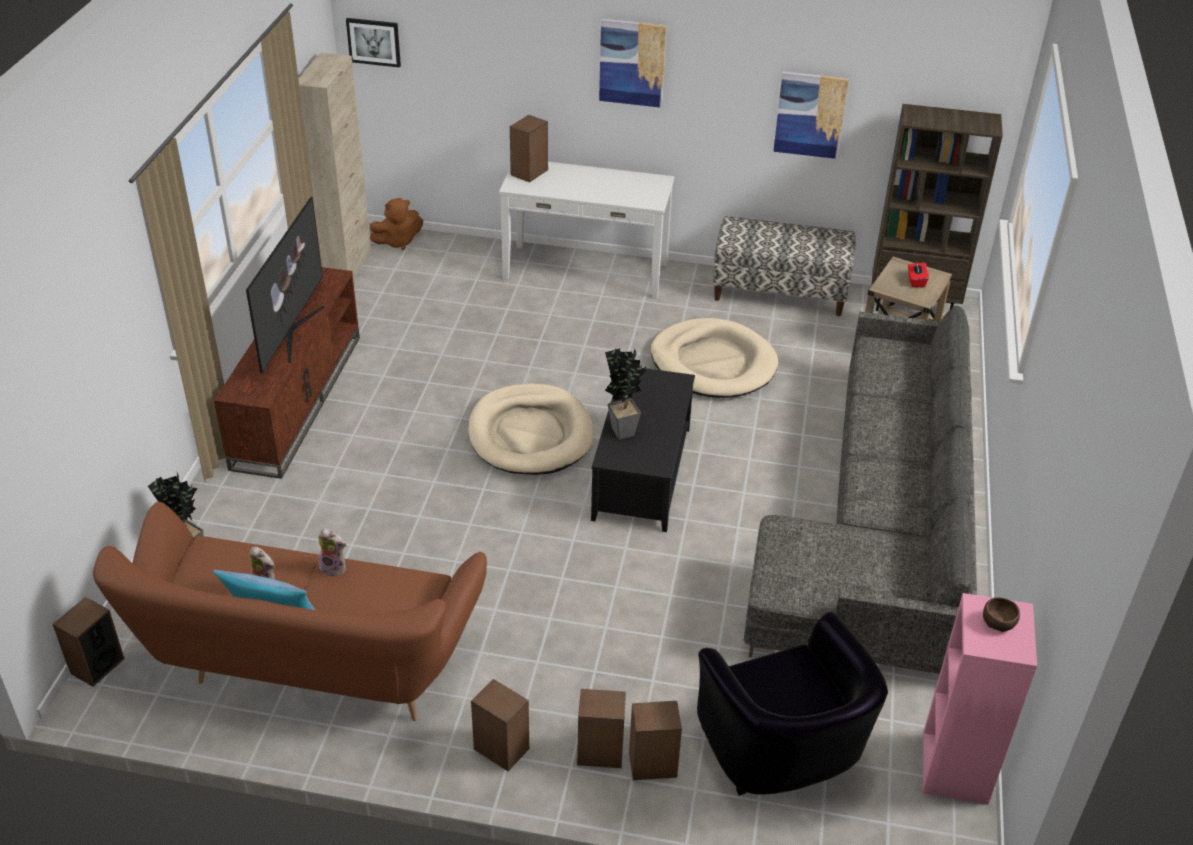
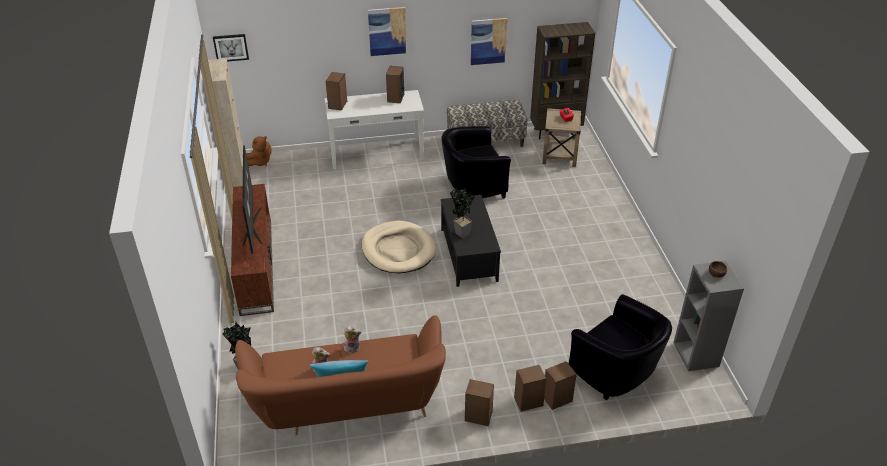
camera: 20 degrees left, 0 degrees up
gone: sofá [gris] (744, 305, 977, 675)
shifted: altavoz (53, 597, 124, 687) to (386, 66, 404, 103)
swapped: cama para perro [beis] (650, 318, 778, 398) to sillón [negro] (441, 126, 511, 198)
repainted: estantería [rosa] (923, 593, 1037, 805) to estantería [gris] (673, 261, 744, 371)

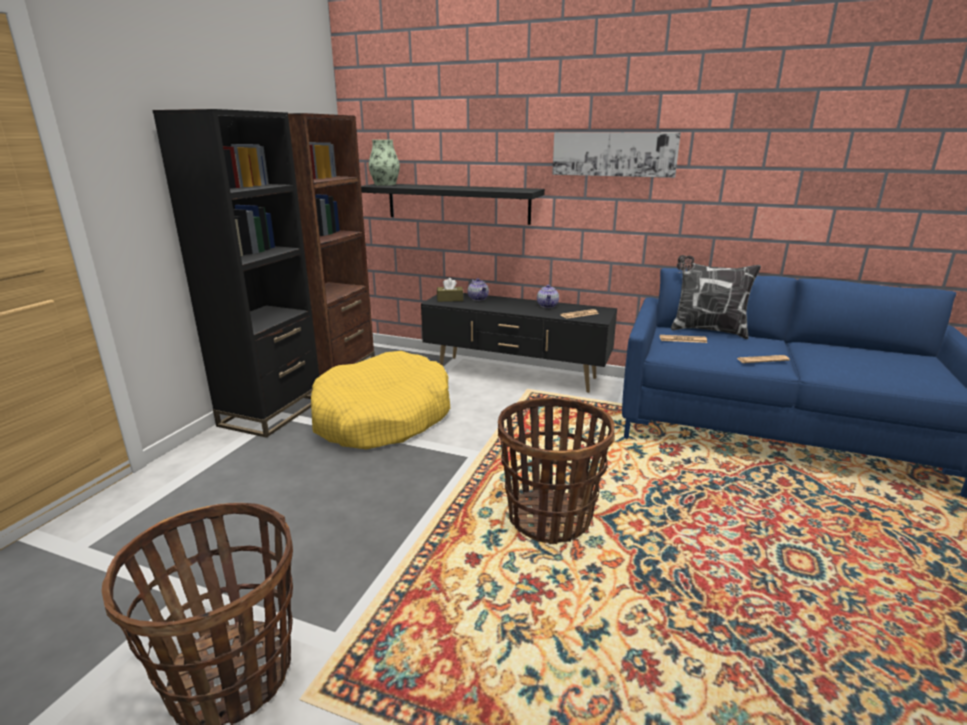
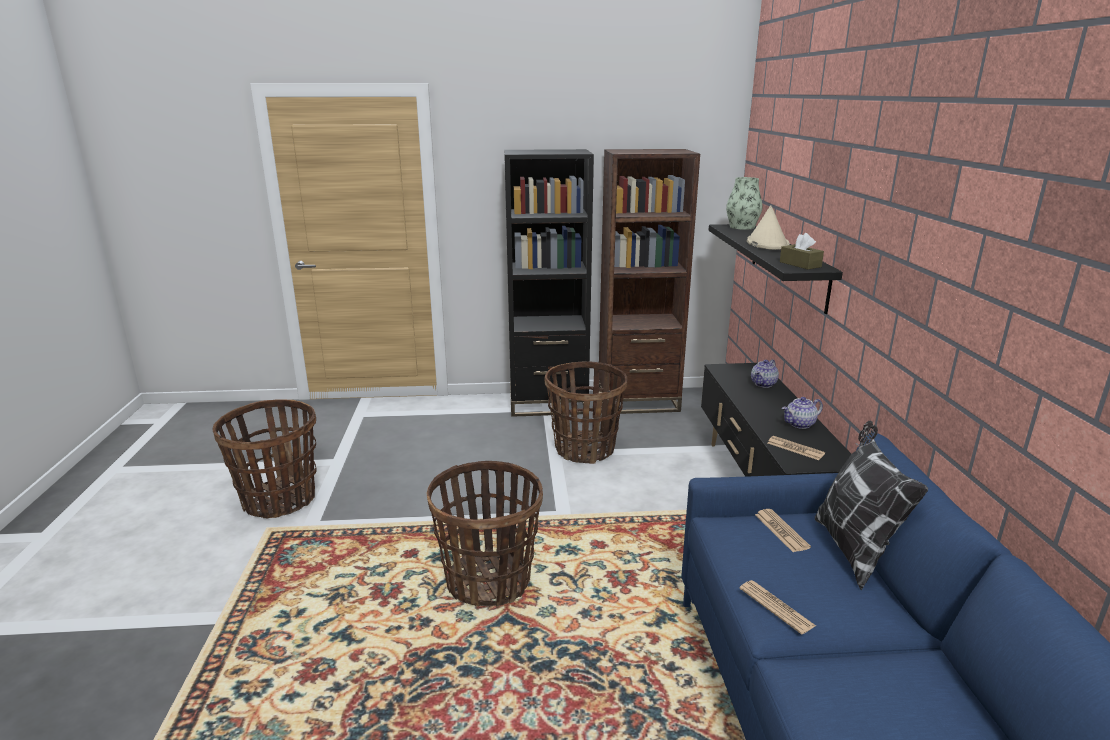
camera: 65 degrees right, 0 degrees up
gone: cuadro (552, 132, 681, 178)
new: sombrero [beis] (747, 205, 790, 250)
shifted: caja de pañuelos [marrón] (437, 278, 463, 302) to (780, 233, 824, 270)
swapped: cama para perro [amarillo] (311, 351, 450, 449) to cesta (544, 362, 627, 464)

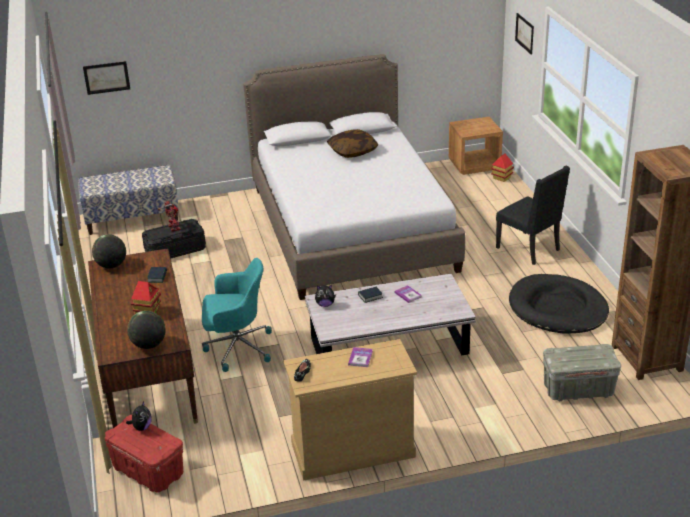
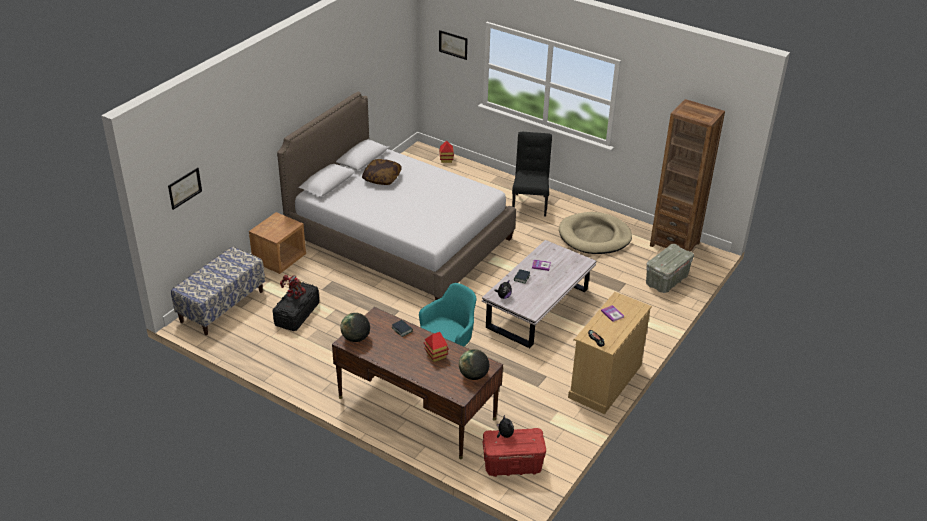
camera: 45 degrees left, 5 degrees up
shifted: mesita de noche [marrón] (448, 117, 503, 175) to (249, 212, 306, 274)
repainted: cama para perro [negro] (509, 274, 609, 334) to cama para perro [beis] (559, 212, 632, 254)
rotated: silla [negro] (496, 166, 570, 265) = (512, 132, 552, 216) 90 degrees counterclockwise

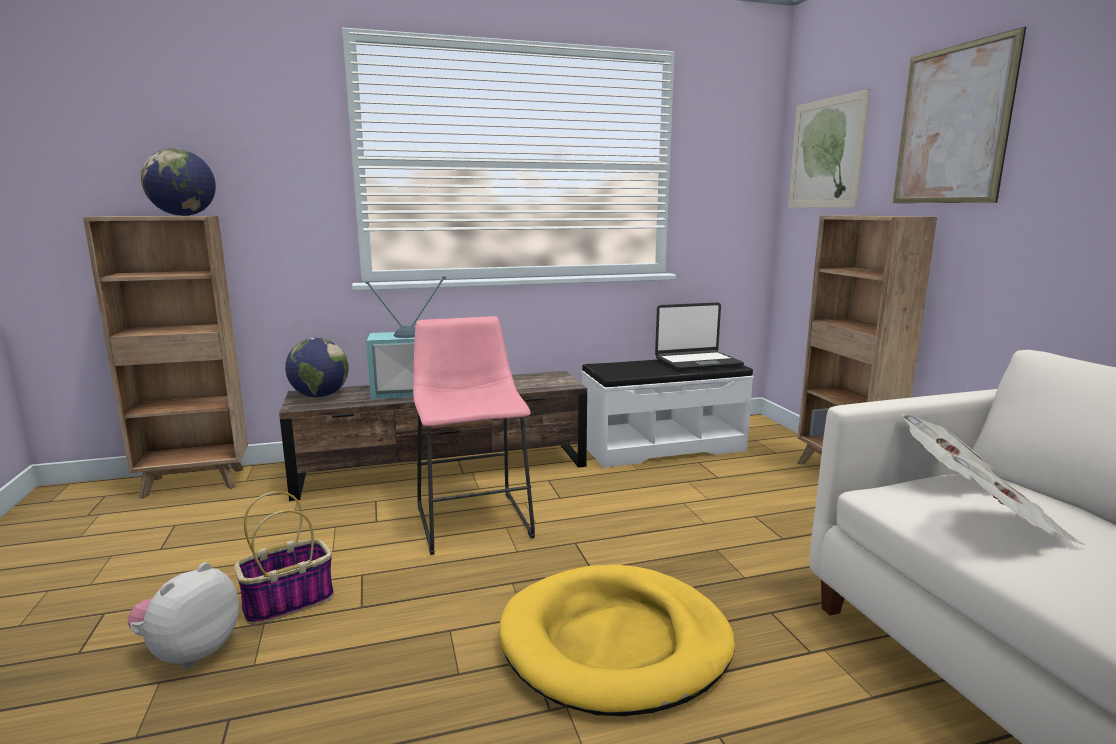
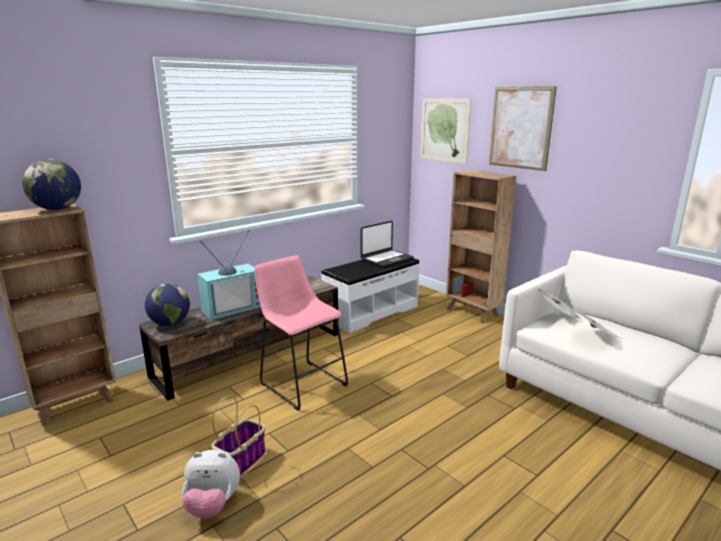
camera: 25 degrees left, 5 degrees up
gone: cama para perro [amarillo] (498, 565, 735, 716)
rotated: peluche (127, 562, 239, 668) = (182, 450, 240, 519) 90 degrees counterclockwise

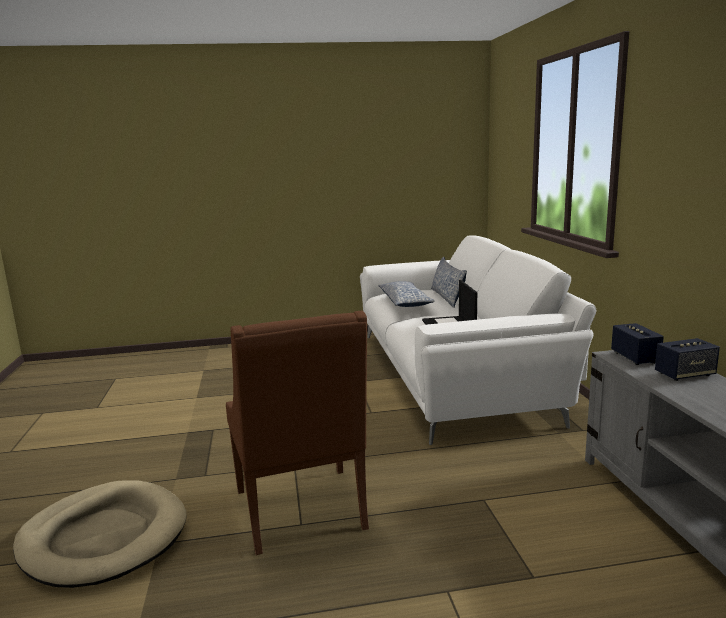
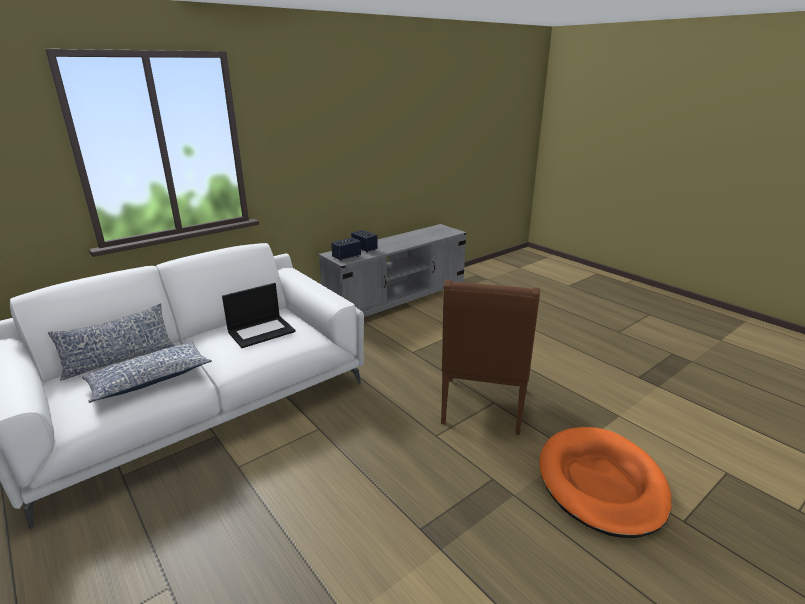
camera: 120 degrees left, 10 degrees up
repainted: cama para perro [beis] (13, 480, 186, 588) to cama para perro [naranja] (539, 427, 671, 538)
rotated: sillón [marrón] (226, 311, 369, 555) = (441, 280, 540, 435) 150 degrees clockwise

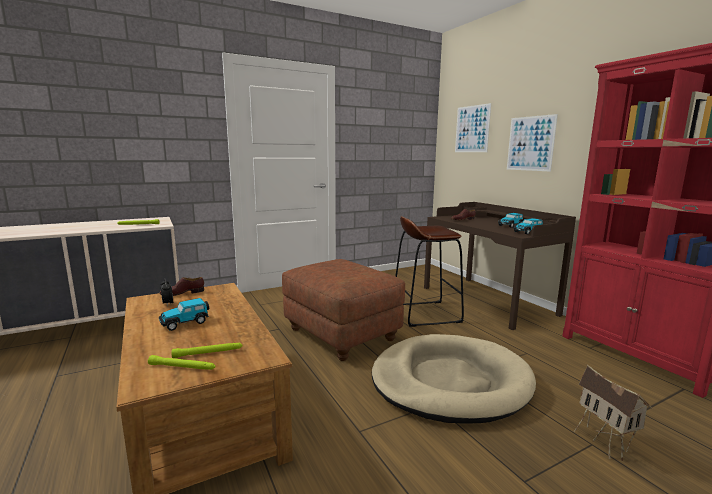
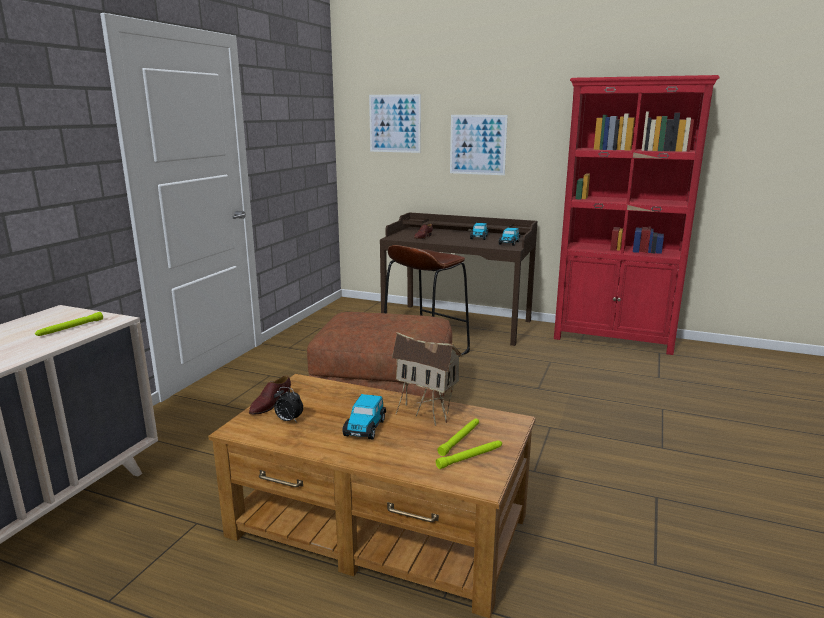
camera: 40 degrees left, 5 degrees up
gone: cama para perro [beis] (372, 334, 536, 424)
shifted: casita (574, 365, 652, 461) to (392, 332, 463, 426)

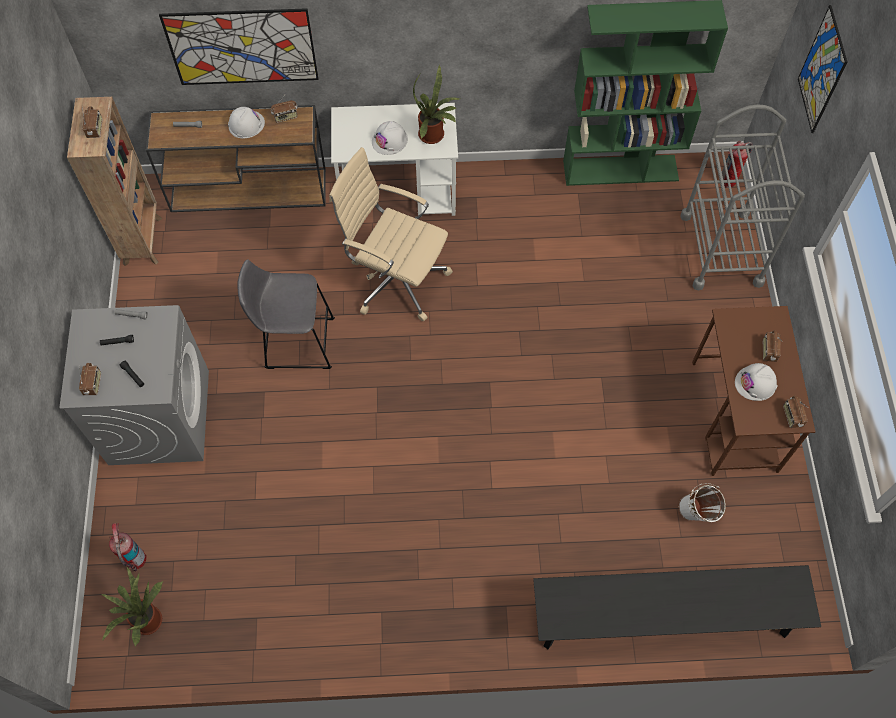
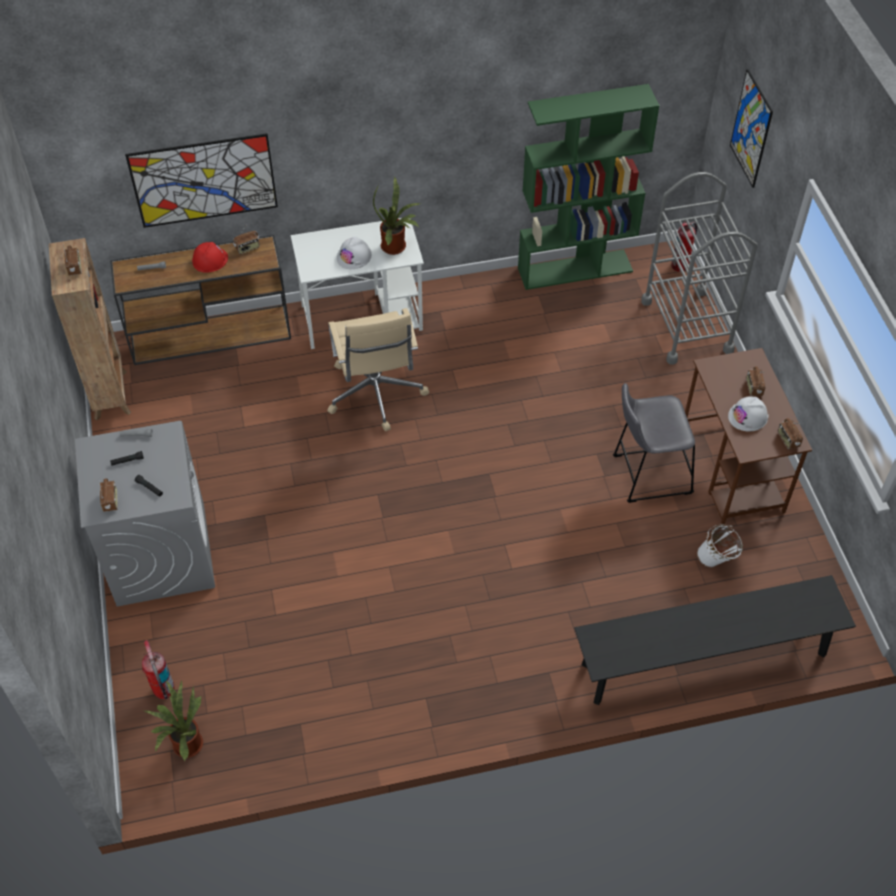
camera: 10 degrees left, 10 degrees down
shifted: taburete [gris] (238, 260, 335, 369) to (613, 383, 695, 503)
repainted: casco [blanco] (228, 107, 265, 138) to casco [rojo] (192, 242, 228, 273)
rotated: silla de oficina [beis] (329, 147, 453, 322) = (327, 308, 429, 431) 120 degrees counterclockwise

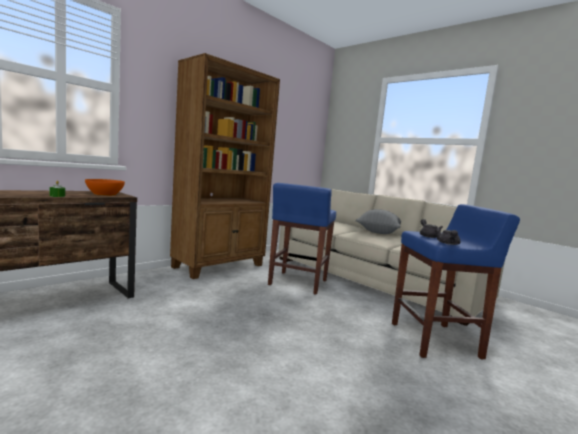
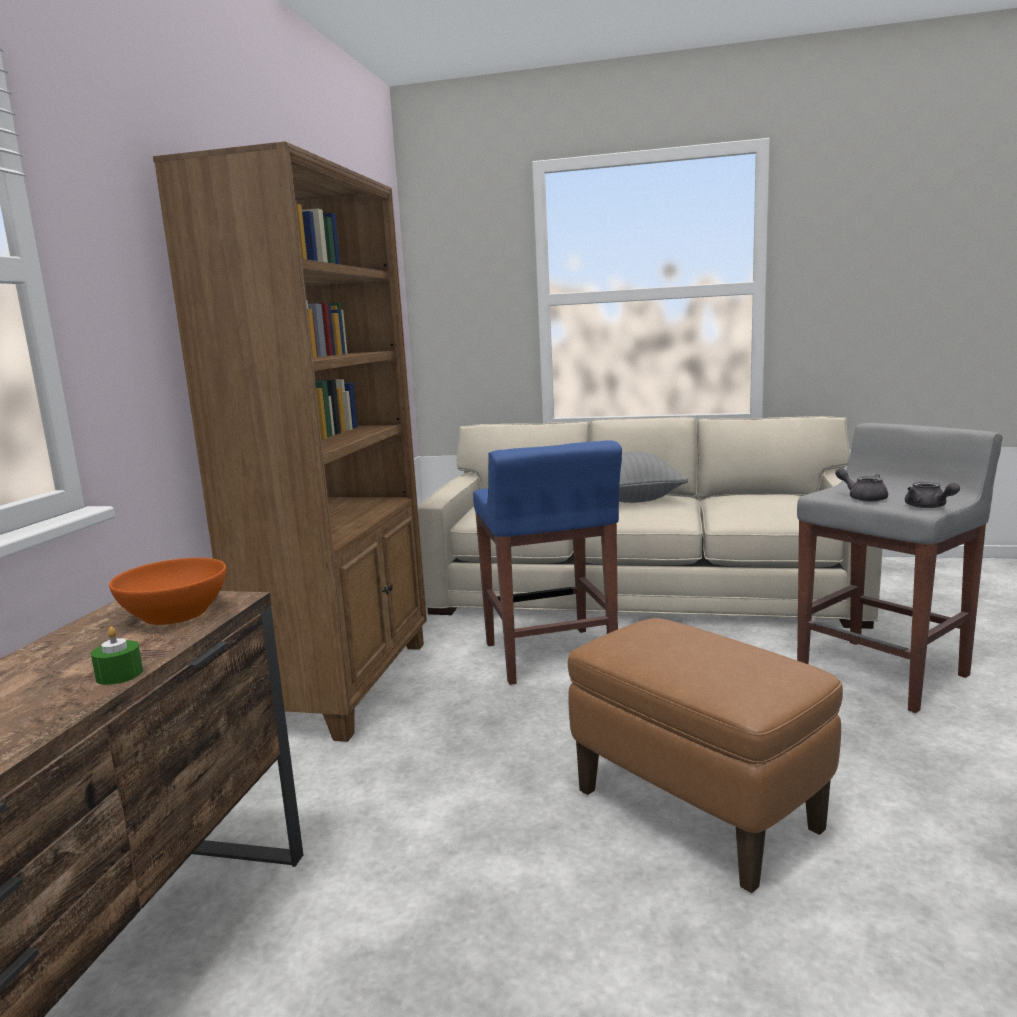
camera: 30 degrees left, 5 degrees up
new: puf [marrón] (568, 618, 843, 893)
repainted: taburete [azul] (392, 204, 520, 360) to taburete [gris] (797, 423, 1002, 713)

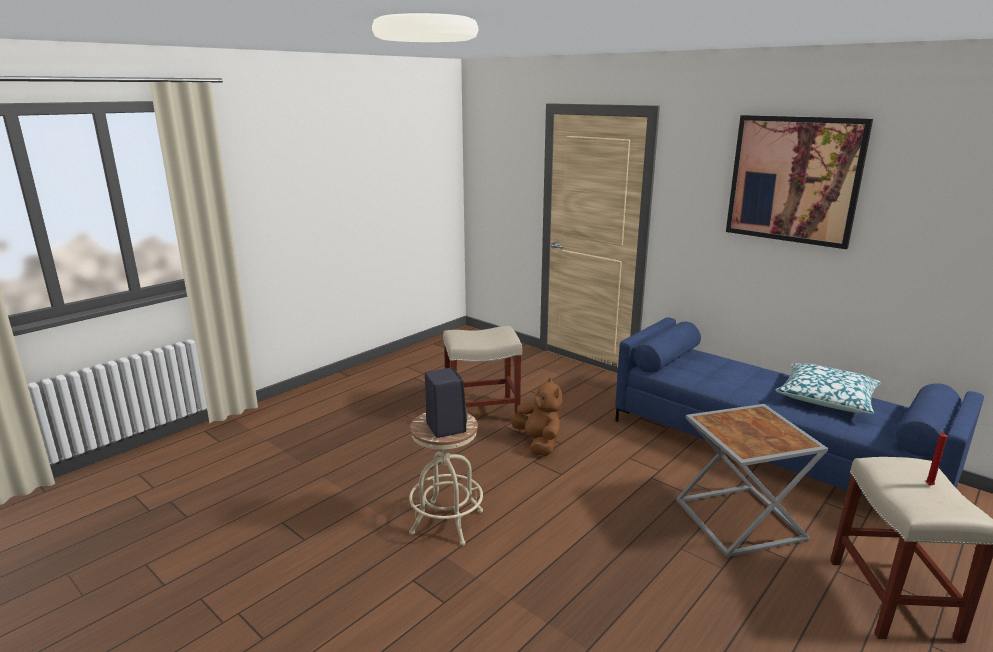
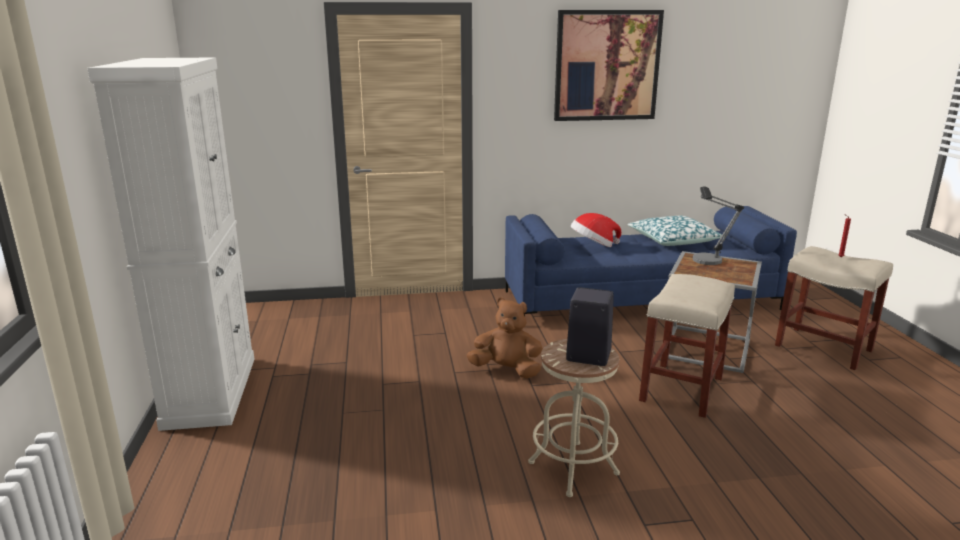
camera: 50 degrees left, 0 degrees up
new: armario [blanco] (87, 57, 255, 431); sombrero (571, 213, 621, 247); lámpara de mesa (693, 186, 744, 265)
shifted: taburete [beis] (443, 326, 522, 414) to (639, 274, 735, 418)

